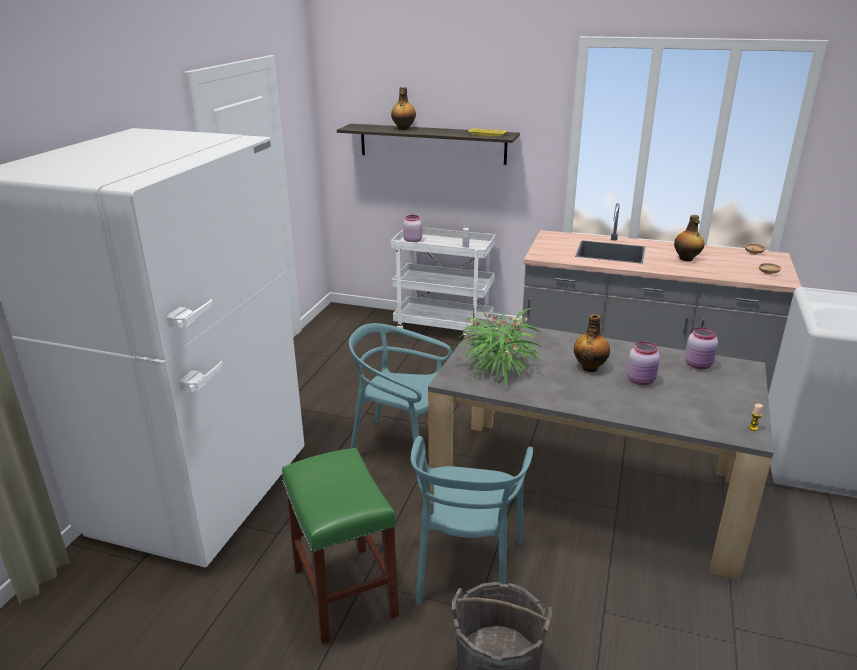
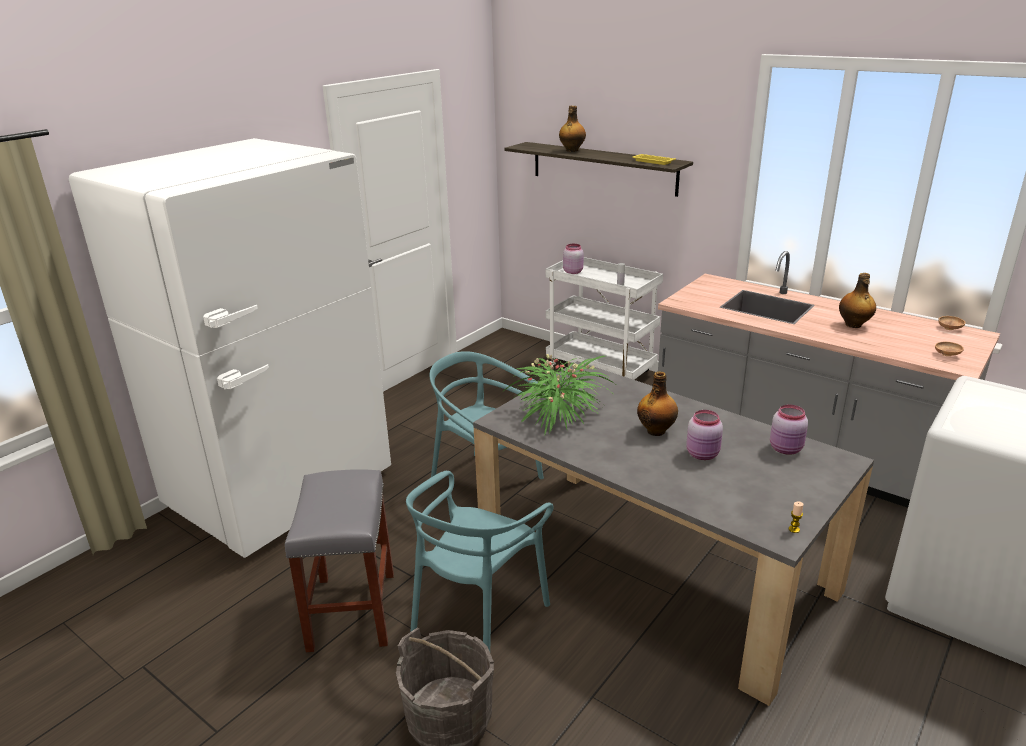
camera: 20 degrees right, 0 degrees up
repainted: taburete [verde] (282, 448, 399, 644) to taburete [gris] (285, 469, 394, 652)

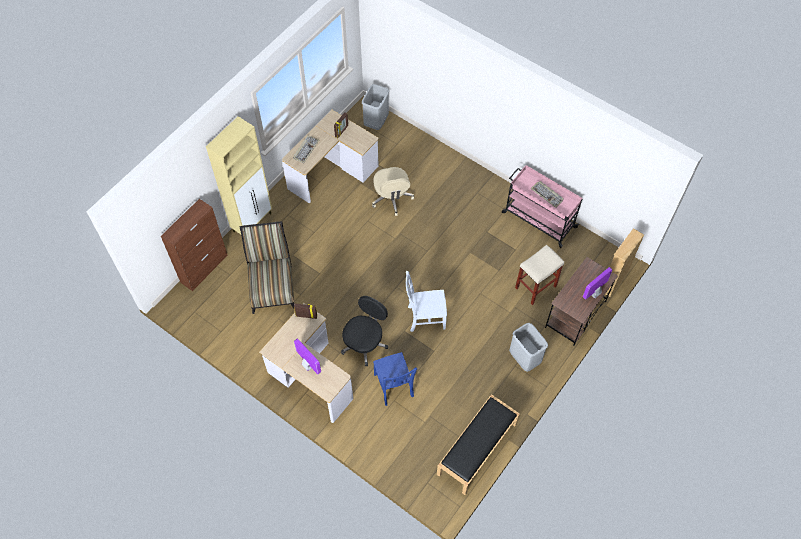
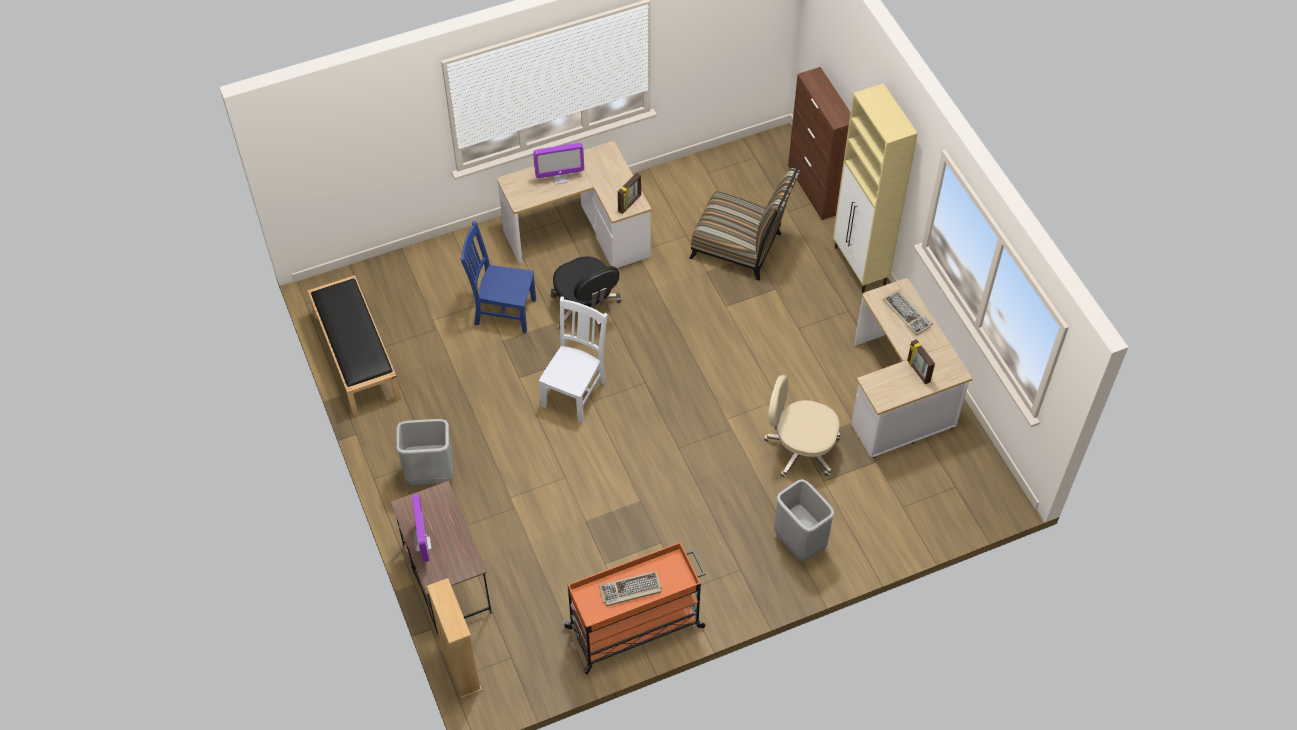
camera: 120 degrees right, 5 degrees down
gone: taburete [beis] (515, 245, 564, 305)
shifted: papelera [gris] (362, 84, 389, 130) to (774, 479, 835, 561)
repainted: carrito [rosa] (502, 165, 583, 248) to carrito [naranja] (563, 542, 705, 674)

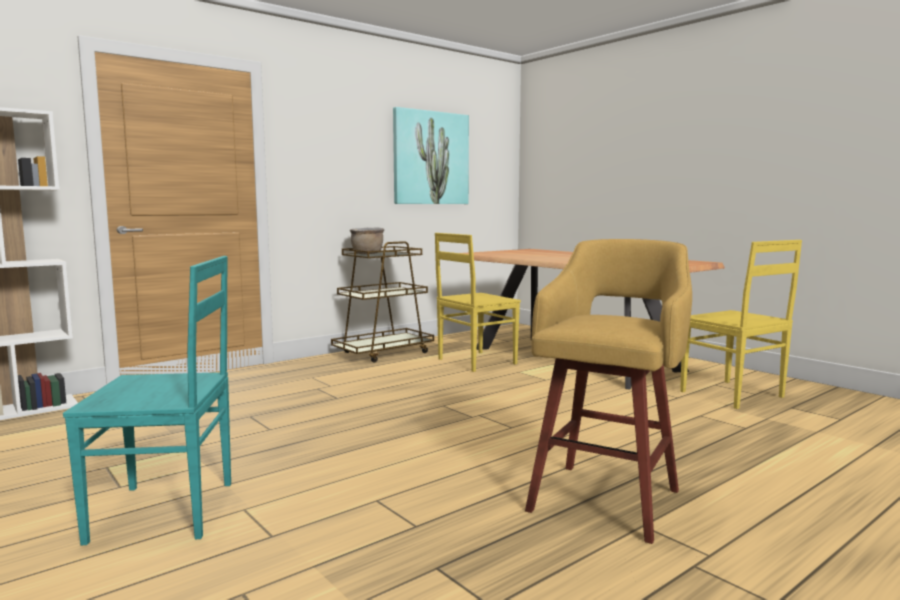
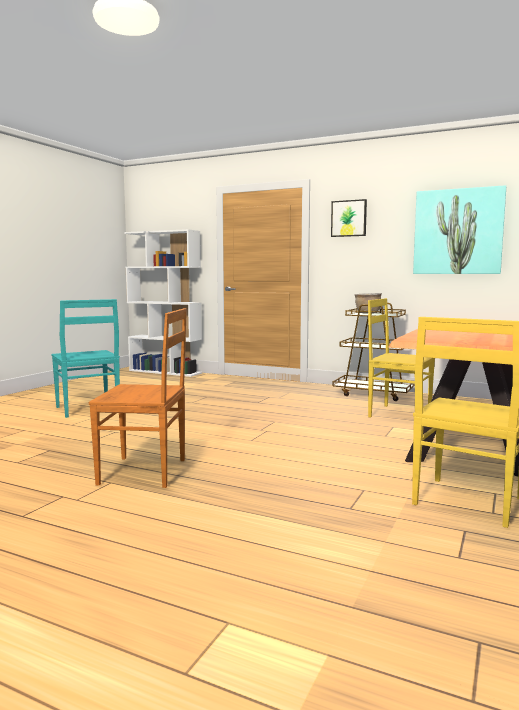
camera: 65 degrees right, 0 degrees up
new: cuadro (331, 199, 367, 237)
swapped: taburete [amarillo] (525, 239, 692, 544) to silla [marrón] (89, 308, 187, 488)

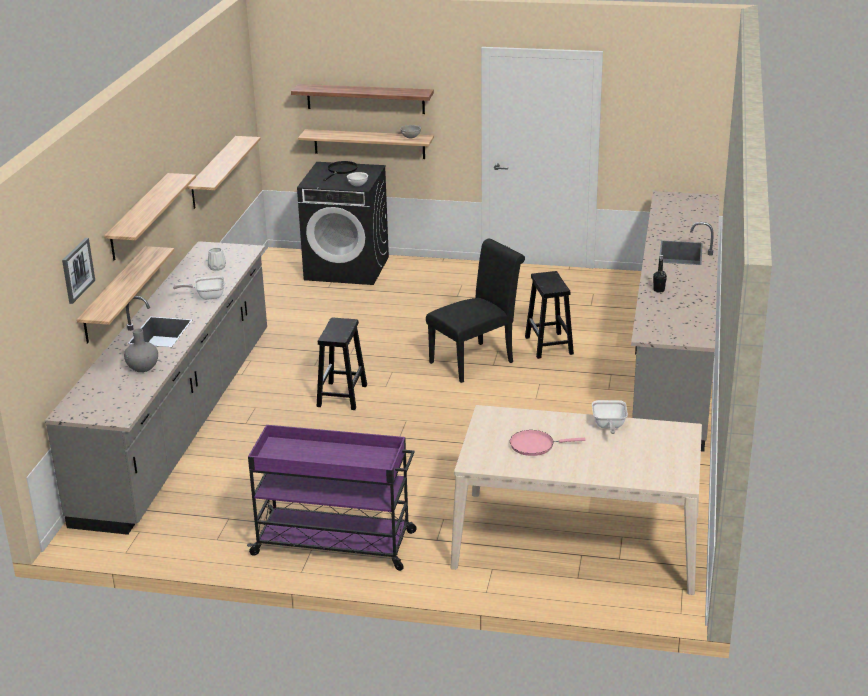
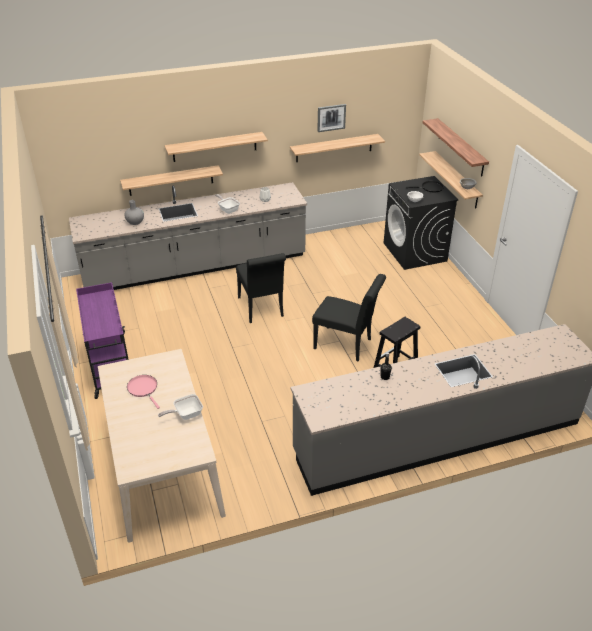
camera: 60 degrees right, 10 degrees up
shifted: cuadro (62, 238, 95, 304) to (317, 104, 346, 132)
swapped: taburete [negro] (316, 317, 367, 410) to silla [negro] (236, 253, 286, 323)

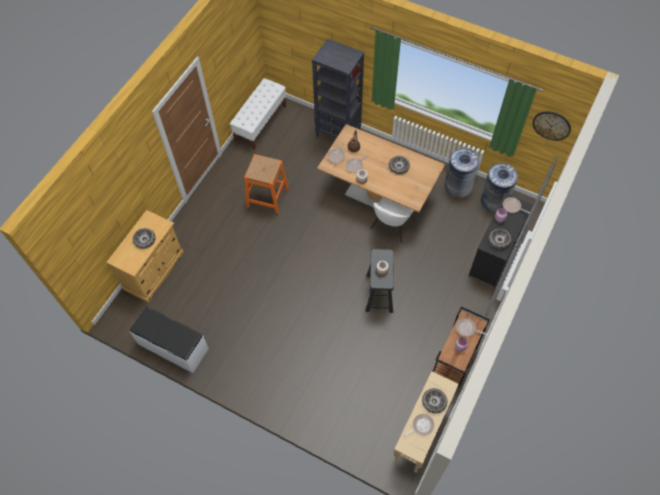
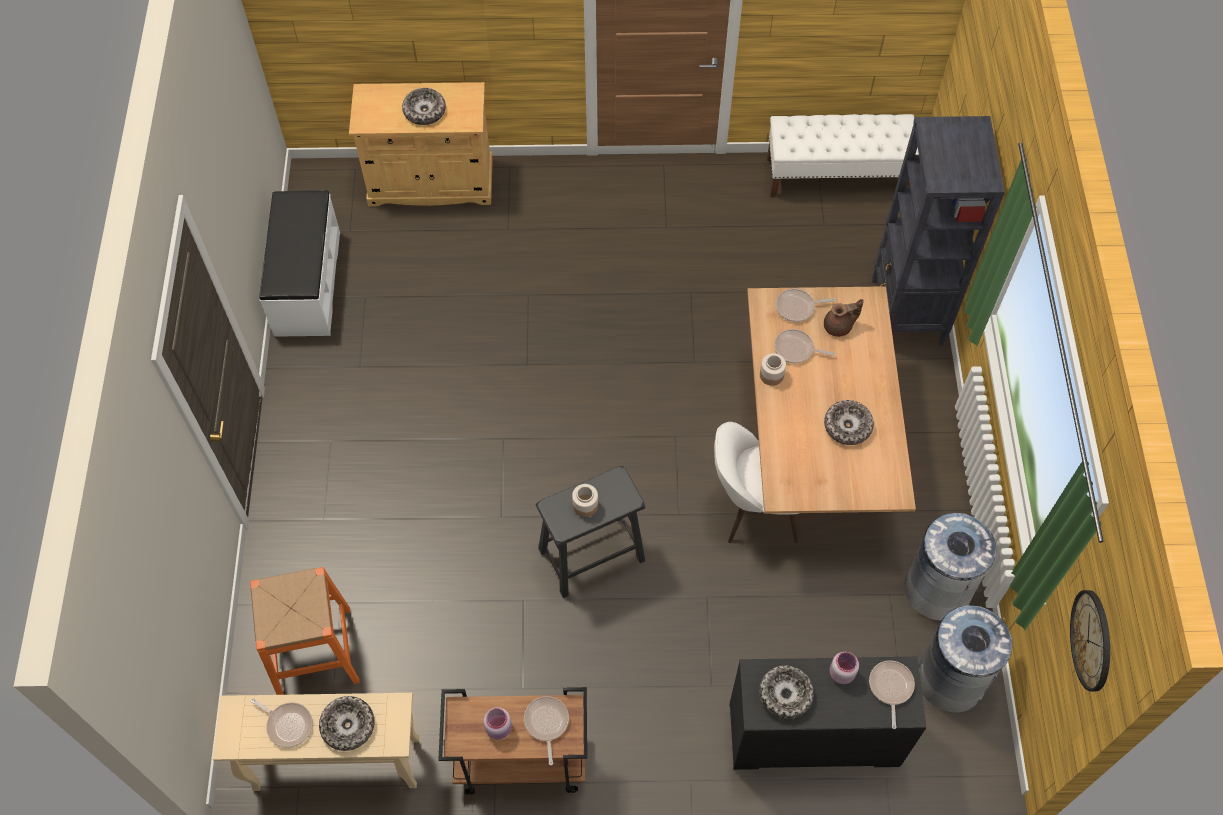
camera: 60 degrees right, 0 degrees up
shifted: taburete [naranja] (244, 154, 289, 215) to (250, 567, 360, 695)

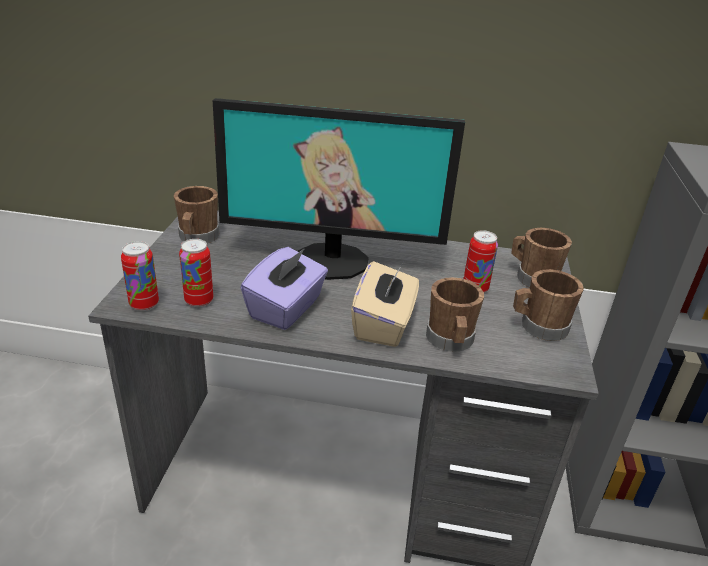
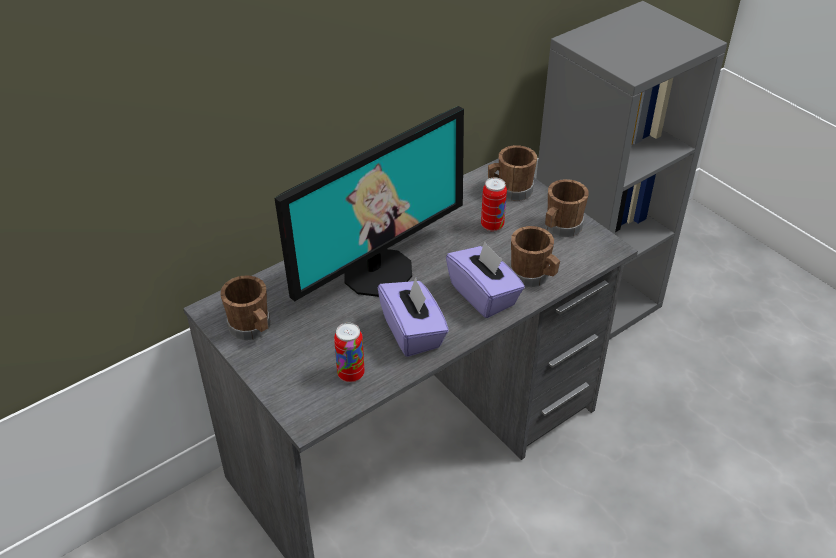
camera: 45 degrees left, 10 degrees up
gone: lata (121, 241, 159, 311)
repainted: caja de pañuelos [beis] (351, 261, 419, 347) to caja de pañuelos [morado] (446, 241, 525, 318)

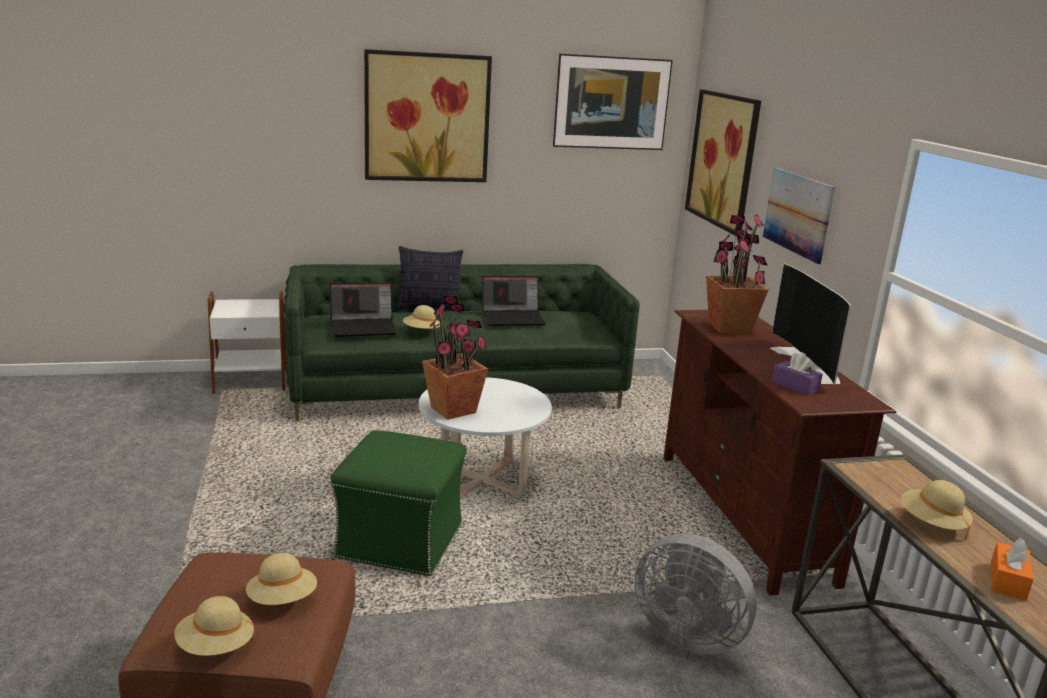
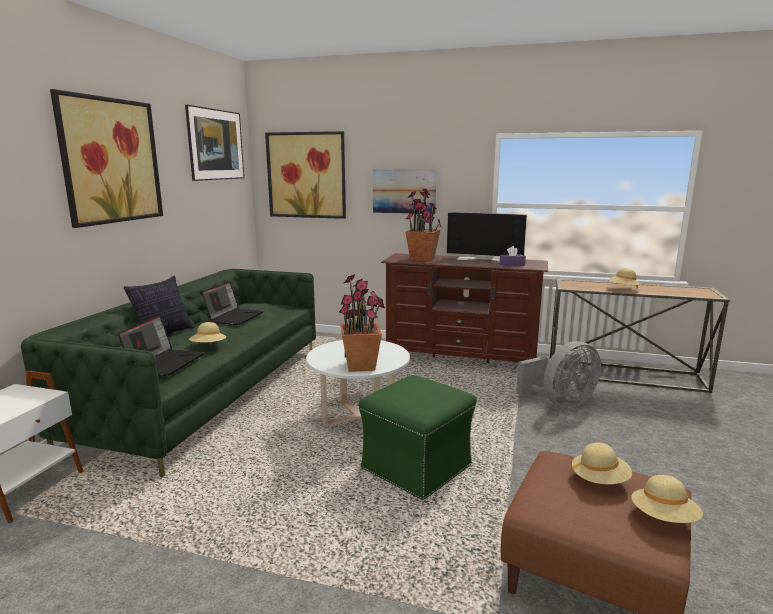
camera: 60 degrees left, 5 degrees down
gone: caja de pañuelos [naranja] (991, 538, 1033, 600)

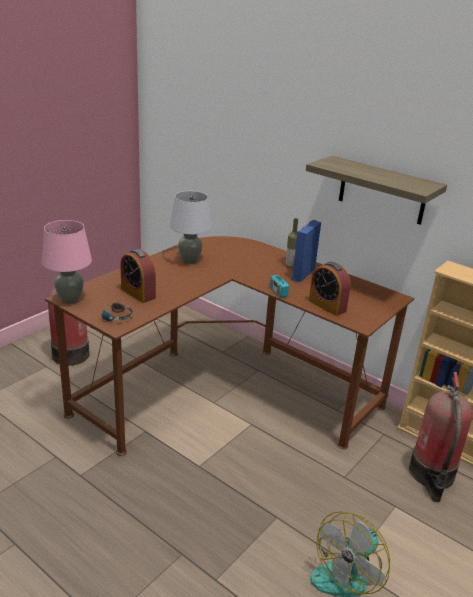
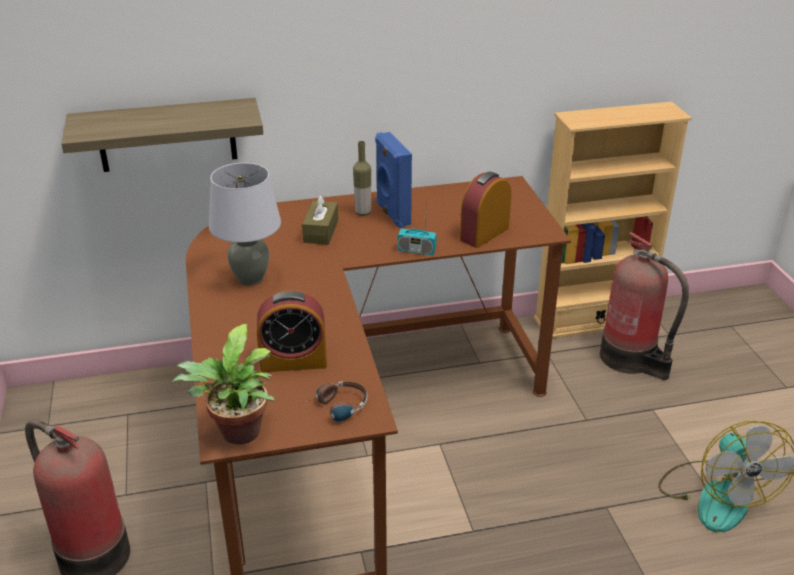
camera: 50 degrees left, 5 degrees up
new: caja de pañuelos [marrón] (302, 194, 338, 245)
shifted: estante (306, 156, 447, 225) to (61, 98, 263, 172)
swapped: lámpara de mesa [rosa] (42, 220, 92, 304) to planta en maceta (172, 324, 274, 444)
rotated: despertador (309, 262, 351, 316) = (460, 172, 511, 248) 135 degrees clockwise

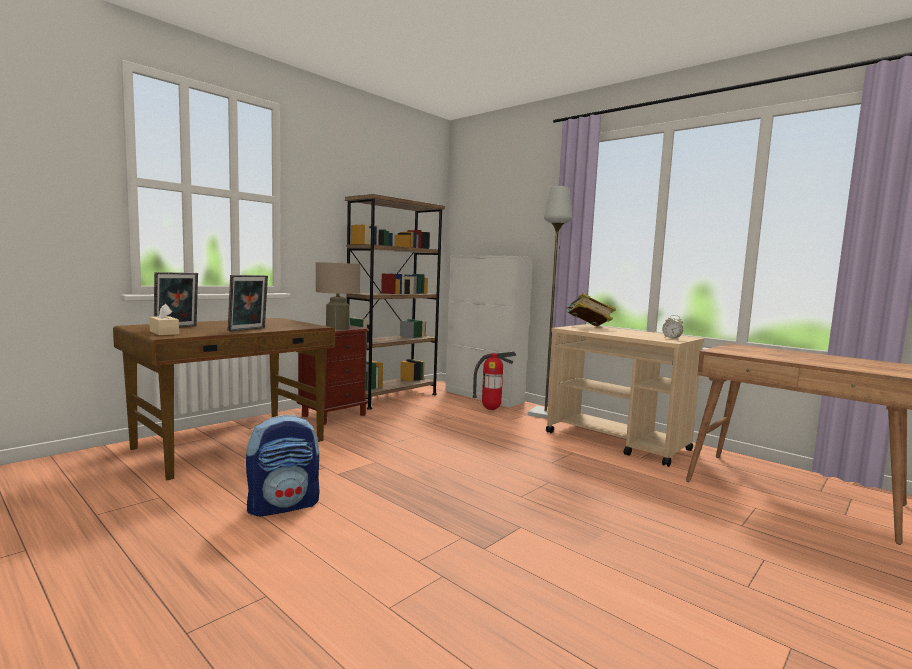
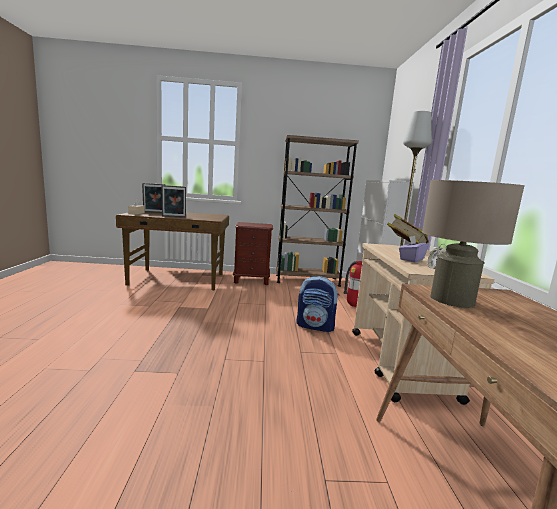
camera: 45 degrees right, 5 degrees up
new: caja de pañuelos [morado] (399, 236, 428, 262)
shifted: mochila (246, 415, 319, 516) to (296, 276, 339, 332); lámpara de mesa [beis] (316, 262, 360, 330) to (422, 180, 524, 308)

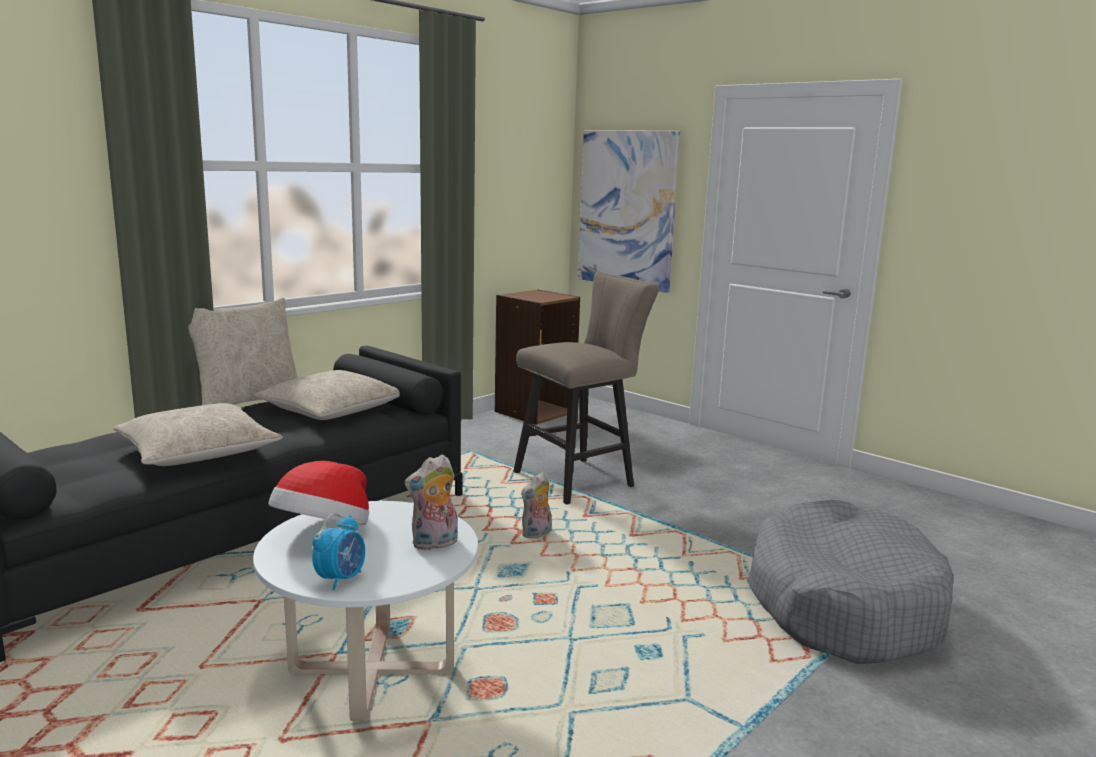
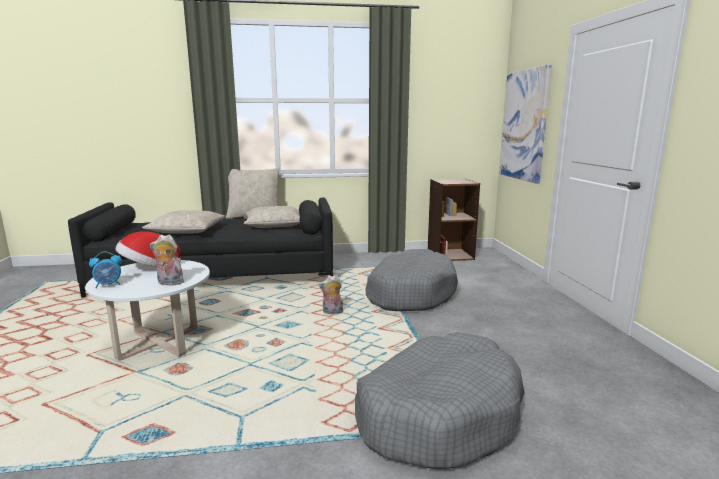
camera: 40 degrees right, 0 degrees up
swapped: taburete [beis] (513, 272, 659, 504) to cama para perro [gris] (365, 249, 458, 311)

